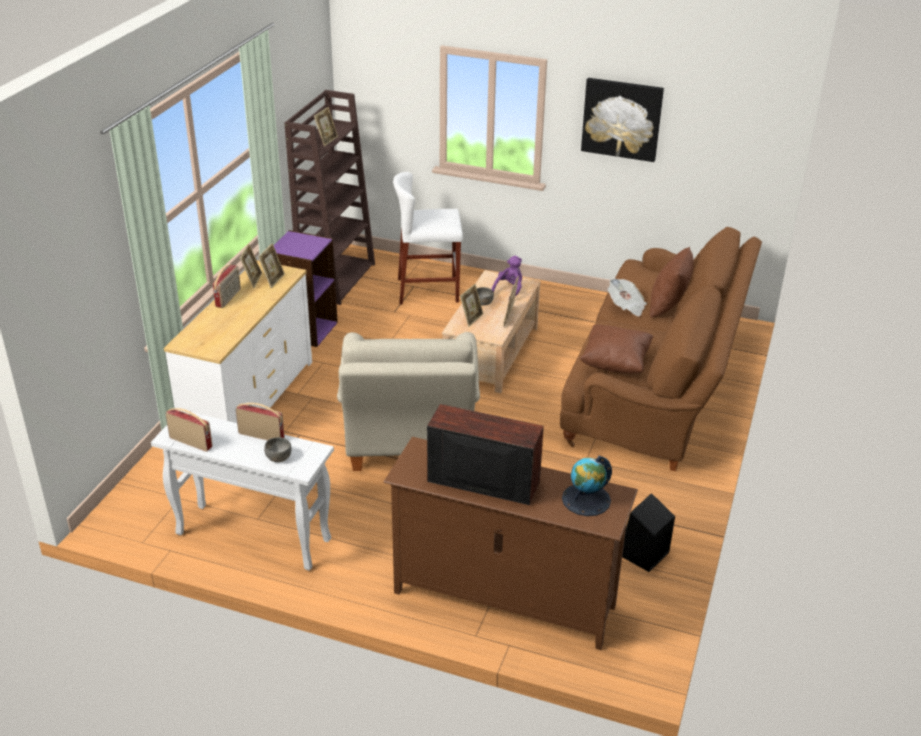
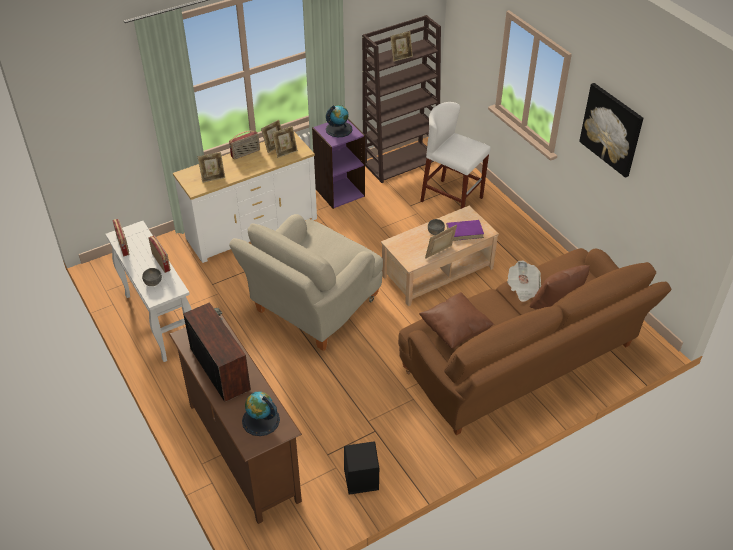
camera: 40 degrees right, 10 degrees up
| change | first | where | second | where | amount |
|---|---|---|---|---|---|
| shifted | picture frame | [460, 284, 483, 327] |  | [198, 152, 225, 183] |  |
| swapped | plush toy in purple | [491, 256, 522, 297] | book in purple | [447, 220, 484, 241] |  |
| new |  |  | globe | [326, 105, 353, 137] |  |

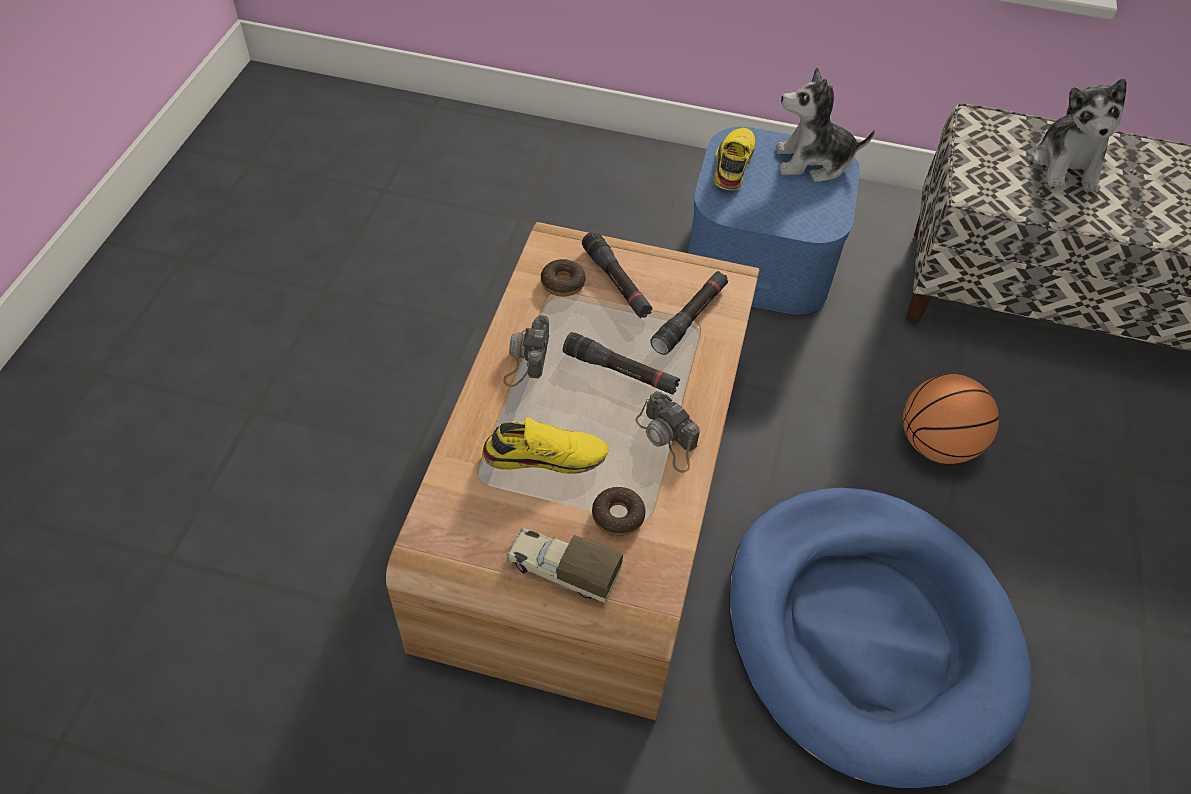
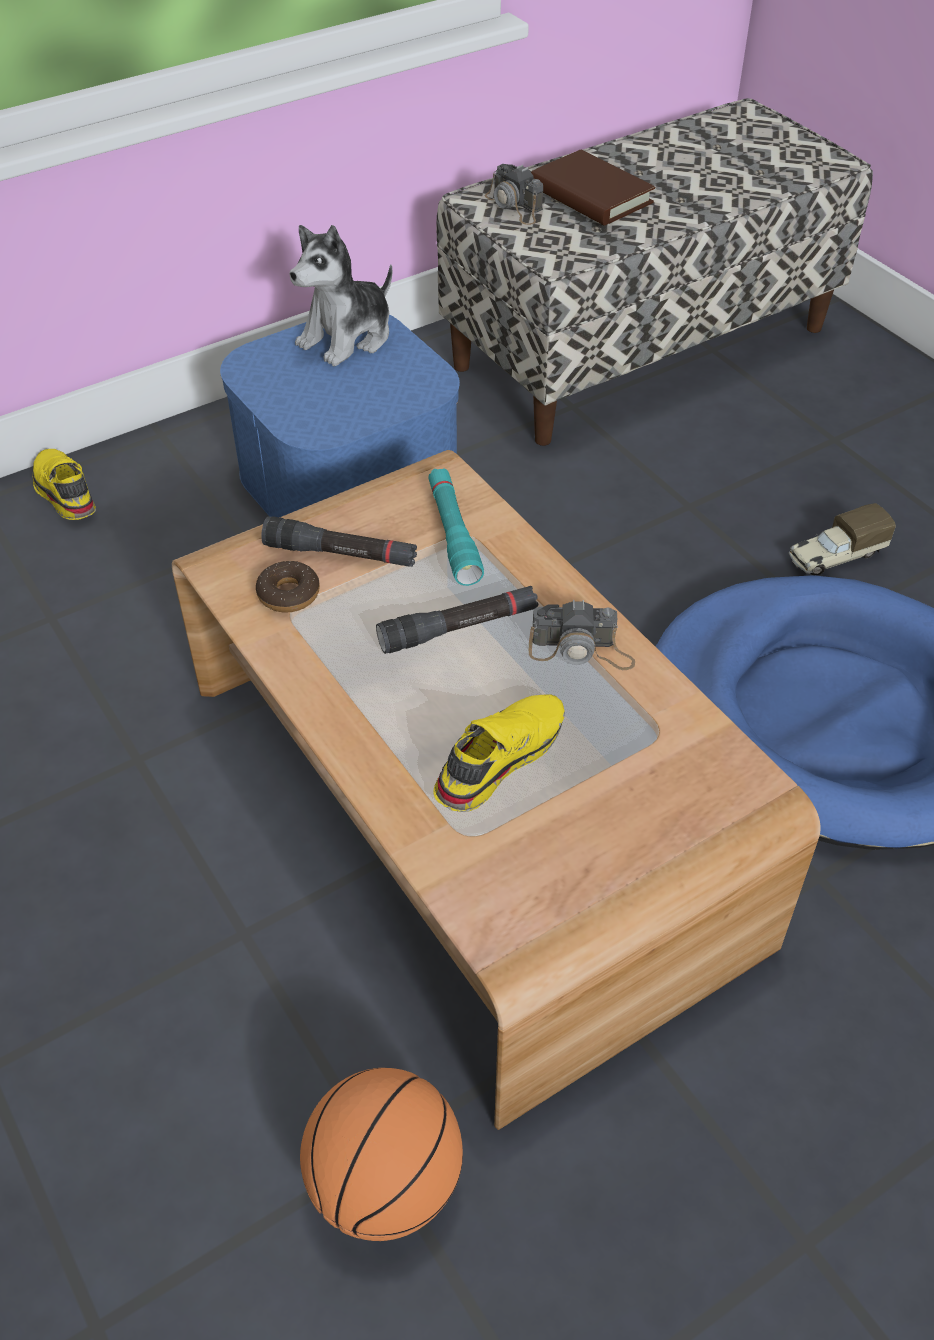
camera: 45 degrees left, 5 degrees down
| change | first | where | second | where | amount |
|---|---|---|---|---|---|
| shifted | photo camera | [503, 315, 549, 387] |  | [485, 164, 543, 225] |  |
| shifted | toy truck | [506, 528, 623, 603] |  | [789, 503, 896, 576] |  |
| gone | donut | [592, 487, 646, 536] |  |  |  |
| repainted | flashlight in black | [650, 271, 728, 355] | flashlight in turquoise | [428, 468, 484, 586] |  |
| shifted | shoe in yellow | [714, 128, 755, 191] |  | [33, 449, 96, 520] |  |
| shifted | basketball | [903, 374, 999, 464] |  | [300, 1068, 463, 1241] |  |
| swapped | plush toy | [1032, 79, 1127, 192] | book in brown | [531, 149, 655, 226] |  |

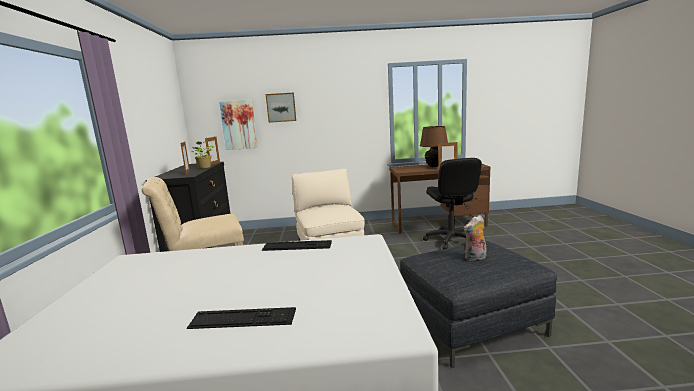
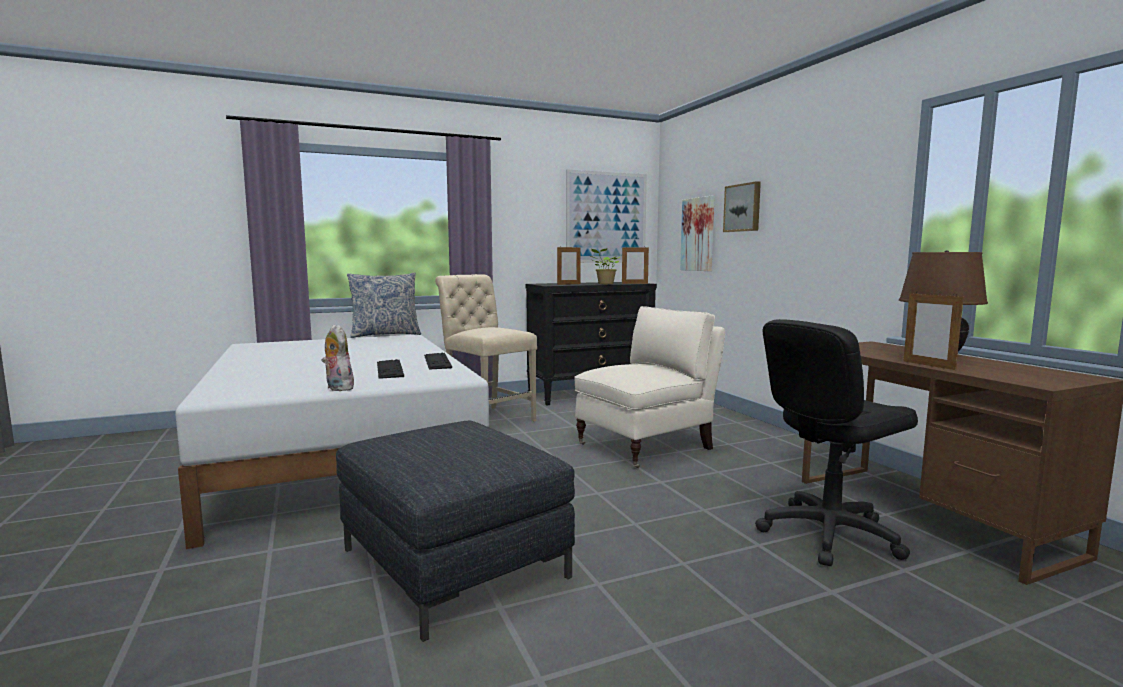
camera: 70 degrees right, 5 degrees down
| change | first | where | second | where | amount |
|---|---|---|---|---|---|
| shifted | keyboard | [187, 307, 296, 329] |  | [377, 359, 404, 379] |  |
| shifted | plush toy | [464, 215, 486, 261] |  | [321, 325, 354, 391] |  |
| new |  |  | pillow | [347, 273, 421, 338] |  |
| new |  |  | picture | [566, 169, 647, 263] |  |

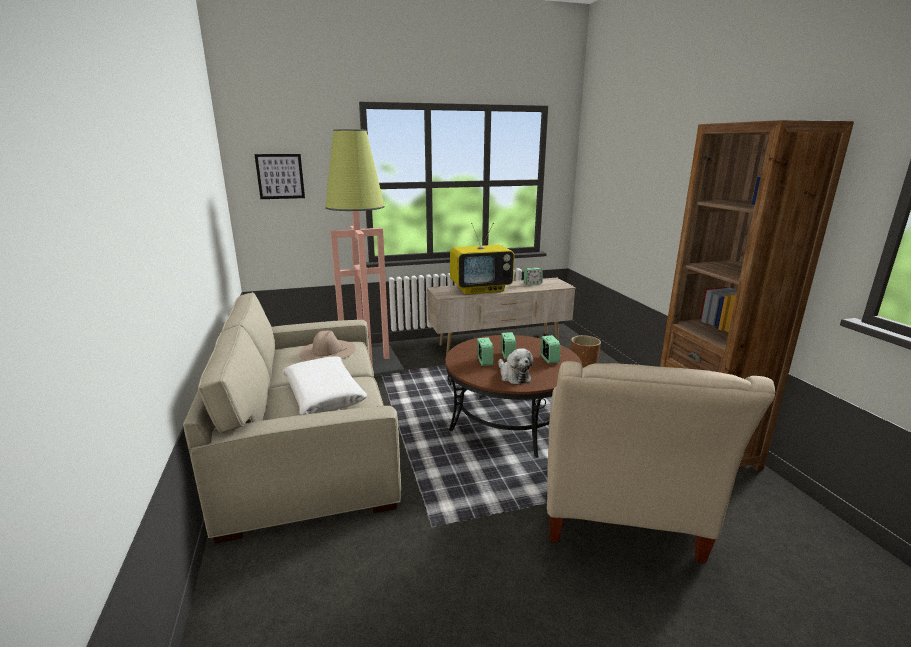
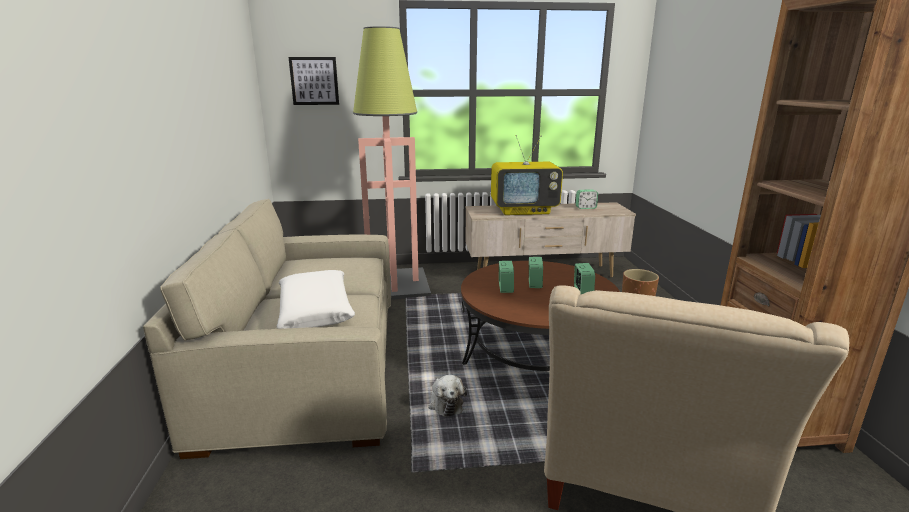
camera: 10 degrees right, 0 degrees up
| change | first | where | second | where | amount |
|---|---|---|---|---|---|
| gone | hat in beige | [299, 330, 356, 361] |  |  |  |
| shifted | plush toy | [498, 348, 534, 385] |  | [428, 375, 467, 417] |  |

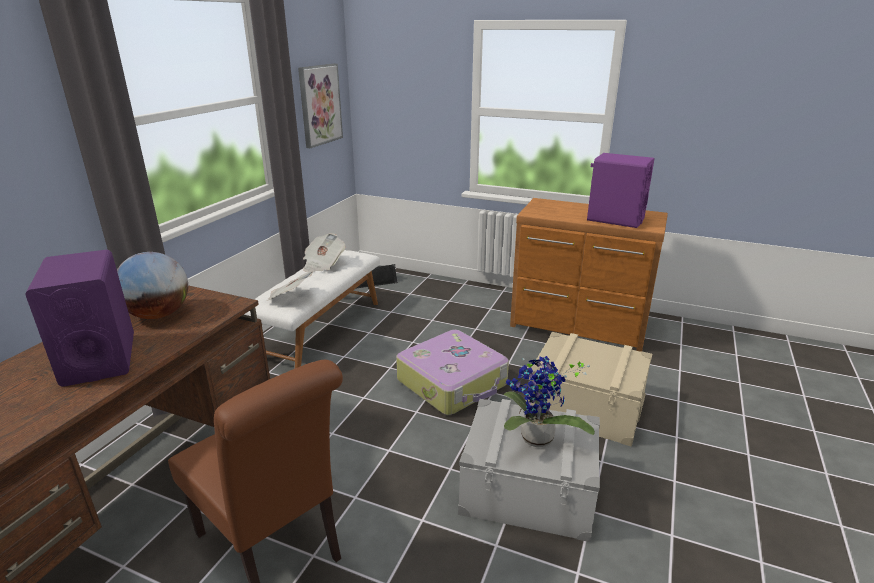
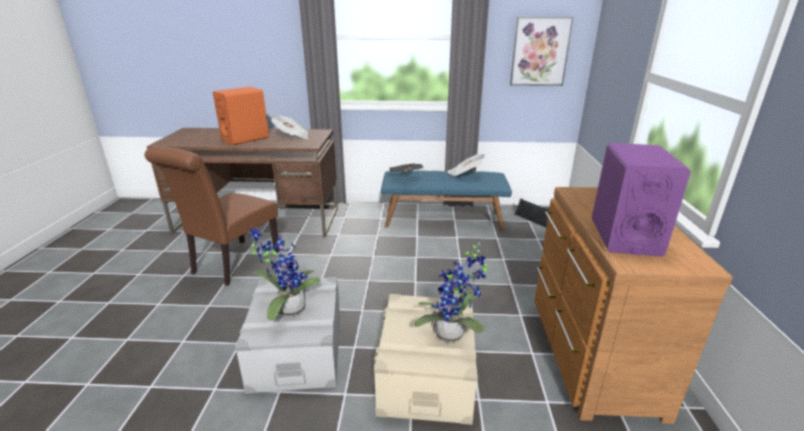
camera: 70 degrees right, 0 degrees up
| change | first | where | second | where | amount |
|---|---|---|---|---|---|
| repainted | speaker in purple | [25, 250, 134, 387] | speaker in orange | [213, 86, 269, 145] |  |
| swapped | globe | [117, 252, 188, 319] | newspaper | [270, 115, 309, 139] |  |
| repainted | bench in white | [244, 250, 380, 368] | bench in blue | [381, 171, 512, 230] |  |
| gone | suitcase | [396, 330, 509, 415] |  |  |  |
| new |  |  | potted plant | [414, 242, 487, 343] |  |

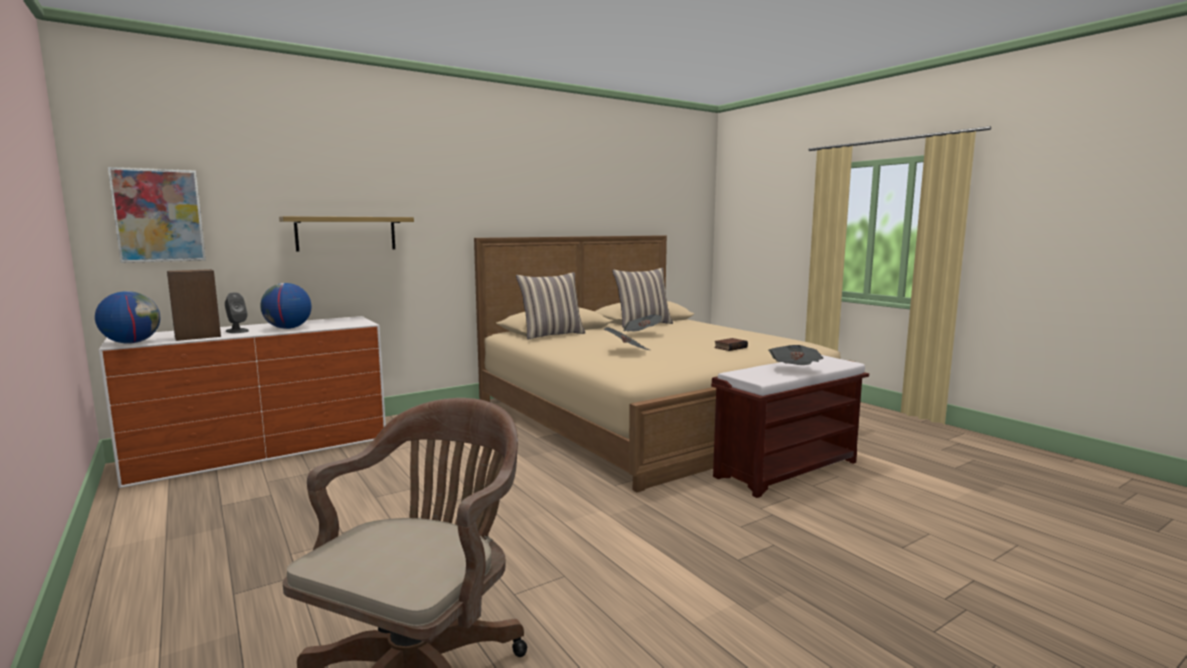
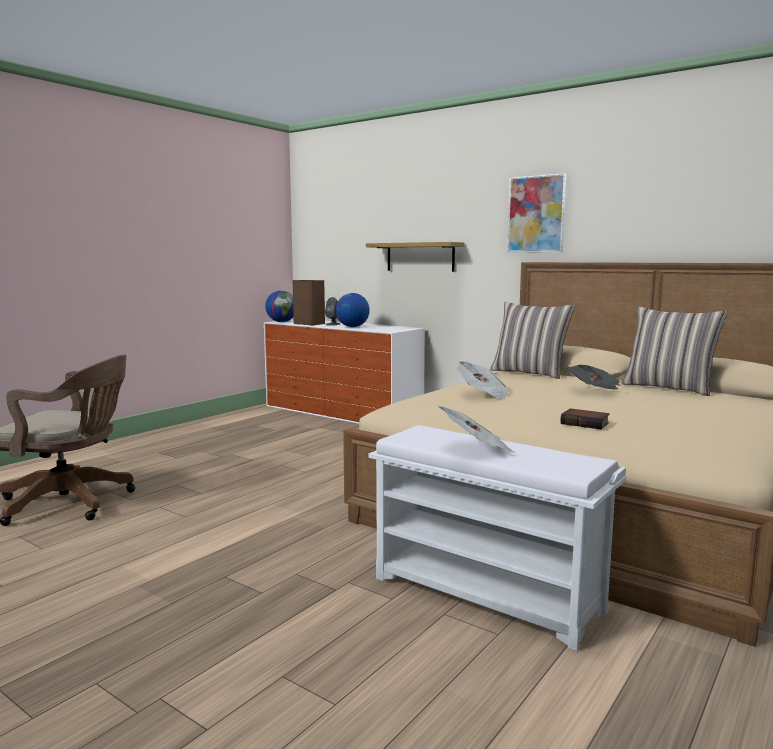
camera: 70 degrees right, 0 degrees up
| change | first | where | second | where | amount |
|---|---|---|---|---|---|
| shifted | picture | [108, 167, 206, 263] |  | [507, 173, 566, 253] |  |
| repainted | bench in brown | [711, 355, 869, 498] | bench in white | [369, 425, 626, 651] |  |

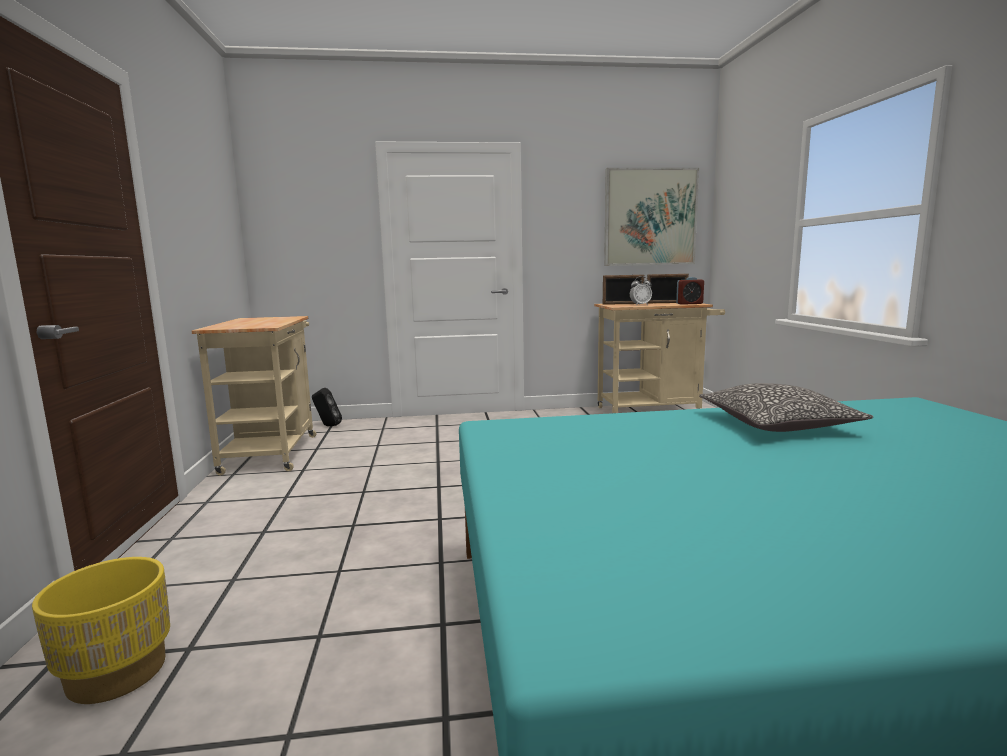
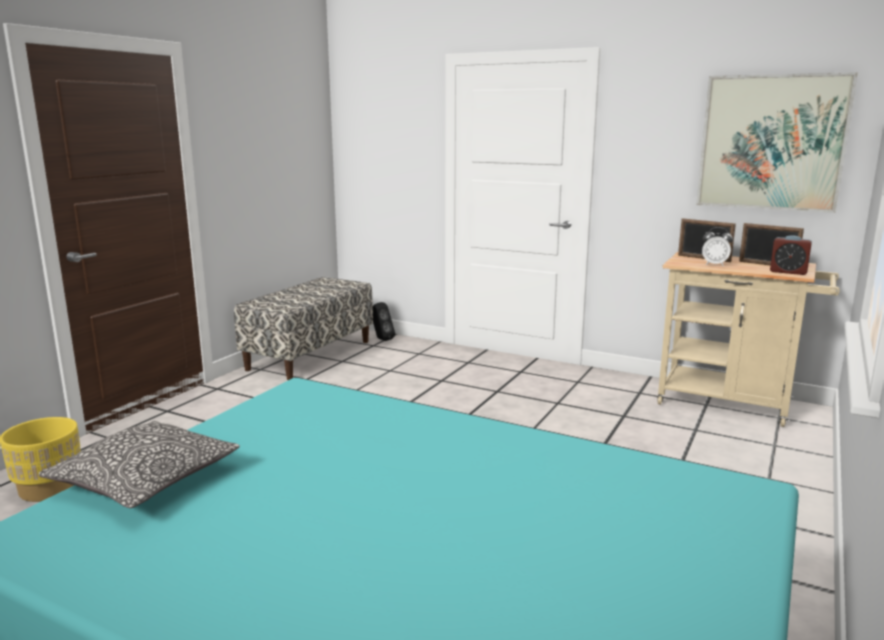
camera: 35 degrees right, 5 degrees up
| change | first | where | second | where | amount |
|---|---|---|---|---|---|
| swapped | cart in beige | [192, 316, 316, 476] | bench | [234, 277, 373, 380] |  |
| shifted | pillow | [699, 383, 874, 432] |  | [39, 421, 240, 508] |  |

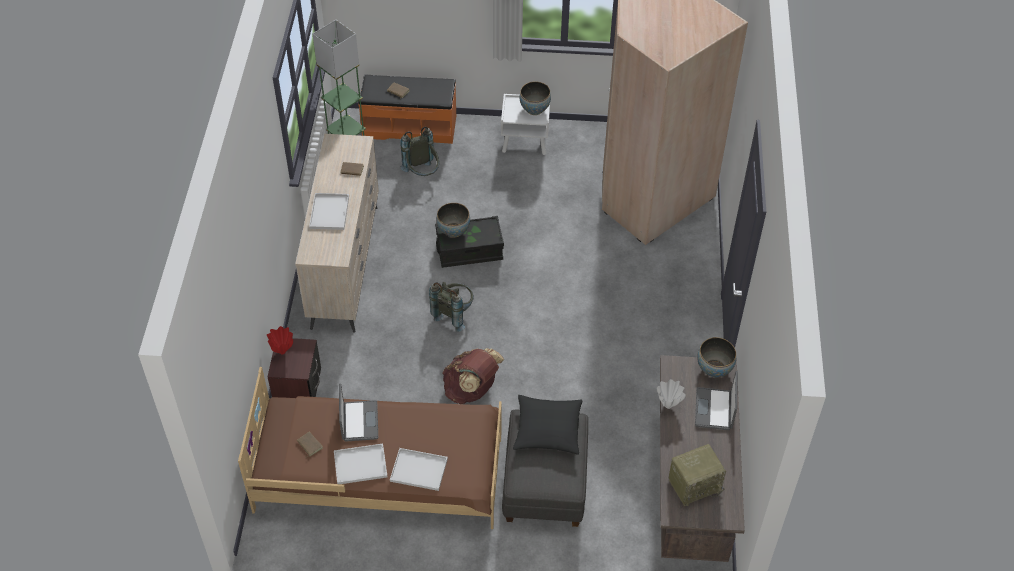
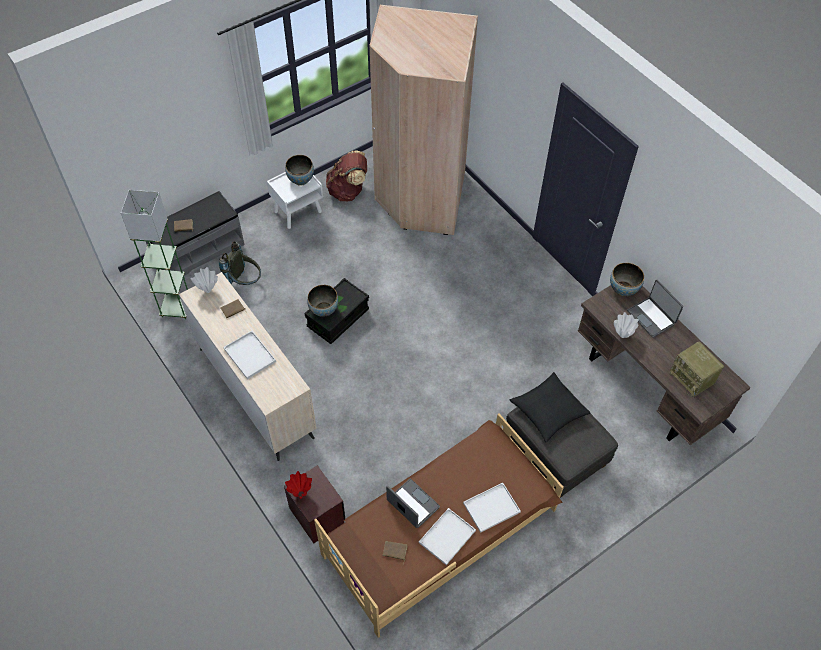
camera: 40 degrees left, 5 degrees up
| change | first | where | second | where | amount |
|---|---|---|---|---|---|
| repainted | bench in orange | [358, 74, 456, 144] | bench in grey | [146, 191, 245, 276] |  |
| gone | backpack in grey | [429, 282, 474, 332] |  |  |  |
| shifted | backpack in brown | [442, 348, 504, 404] |  | [326, 150, 367, 201] |  |
| rotated | radio | [669, 444, 726, 506] |  | [670, 341, 724, 398] | 120 degrees clockwise |
| new |  |  | vase in white | [191, 267, 218, 293] |  |

